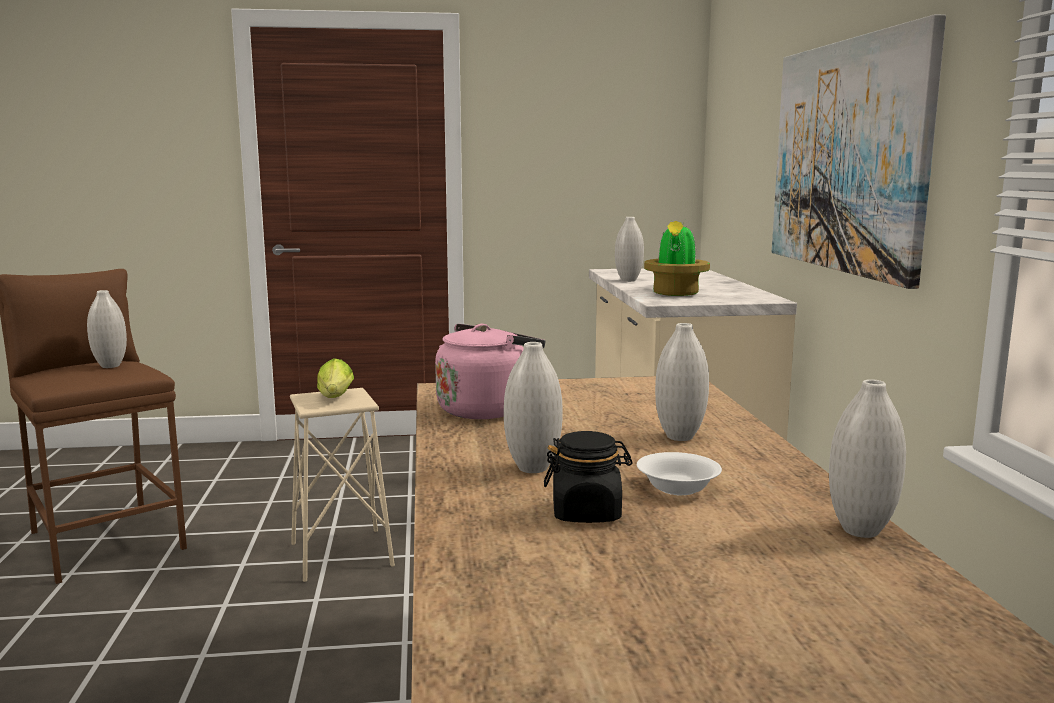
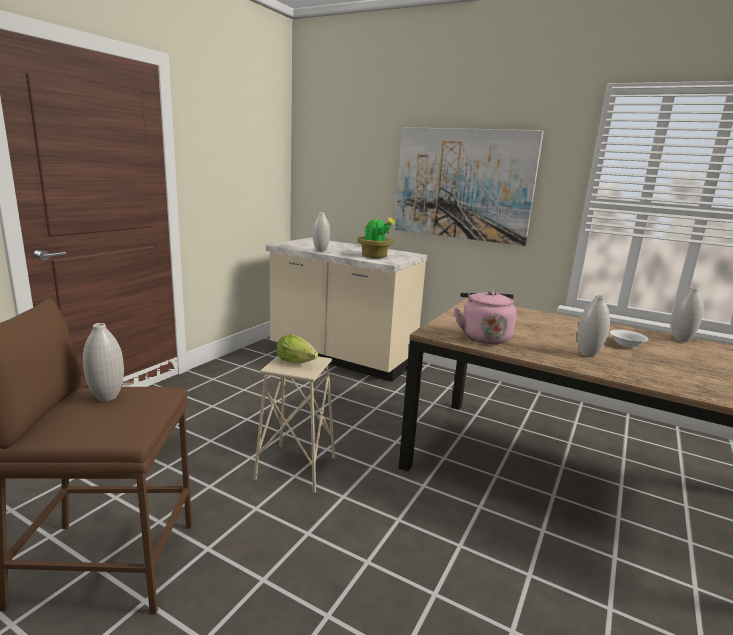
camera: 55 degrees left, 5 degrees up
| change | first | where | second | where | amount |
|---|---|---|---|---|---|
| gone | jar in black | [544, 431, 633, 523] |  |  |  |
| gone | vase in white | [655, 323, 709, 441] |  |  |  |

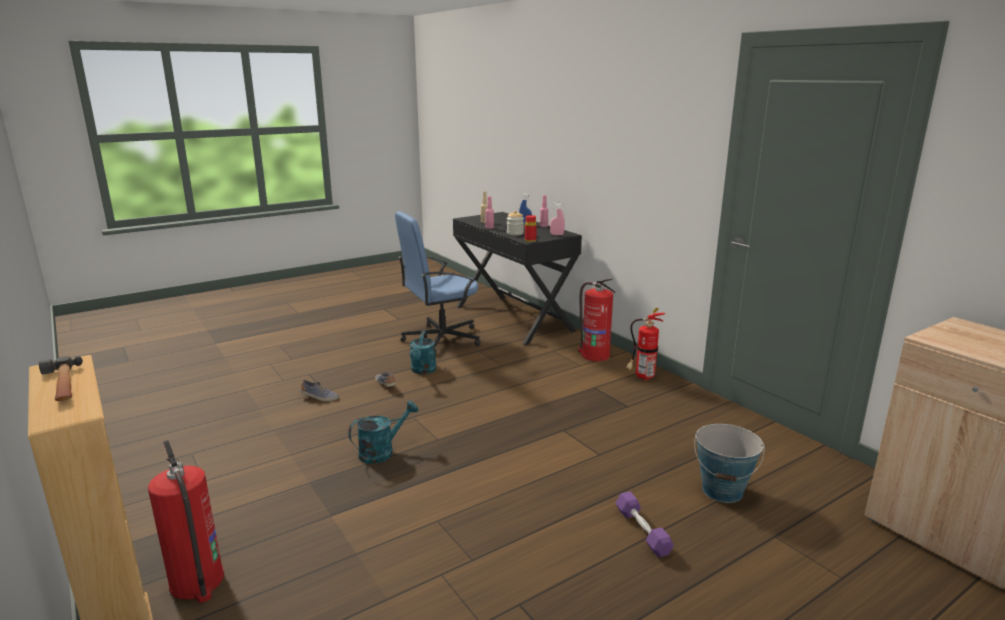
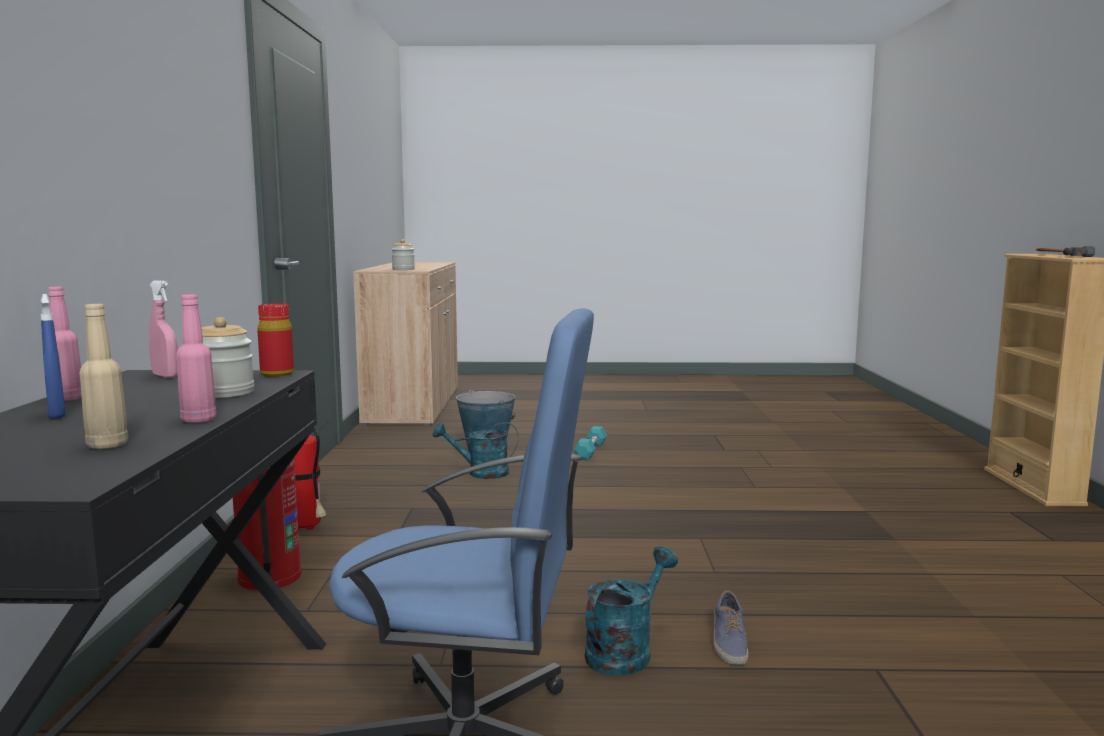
camera: 145 degrees left, 10 degrees down
| change | first | where | second | where | amount |
|---|---|---|---|---|---|
| gone | fire extinguisher | [148, 440, 224, 603] |  |  |  |
| gone | shoe | [300, 380, 339, 401] |  |  |  |
| shifted | watering can in turquoise | [348, 401, 418, 464] |  | [433, 422, 518, 479] |  |
| repainted | dumbbell in purple | [616, 492, 674, 557] | dumbbell in turquoise | [574, 426, 607, 460] |  |
| new |  |  | jar | [391, 239, 415, 270] |  |

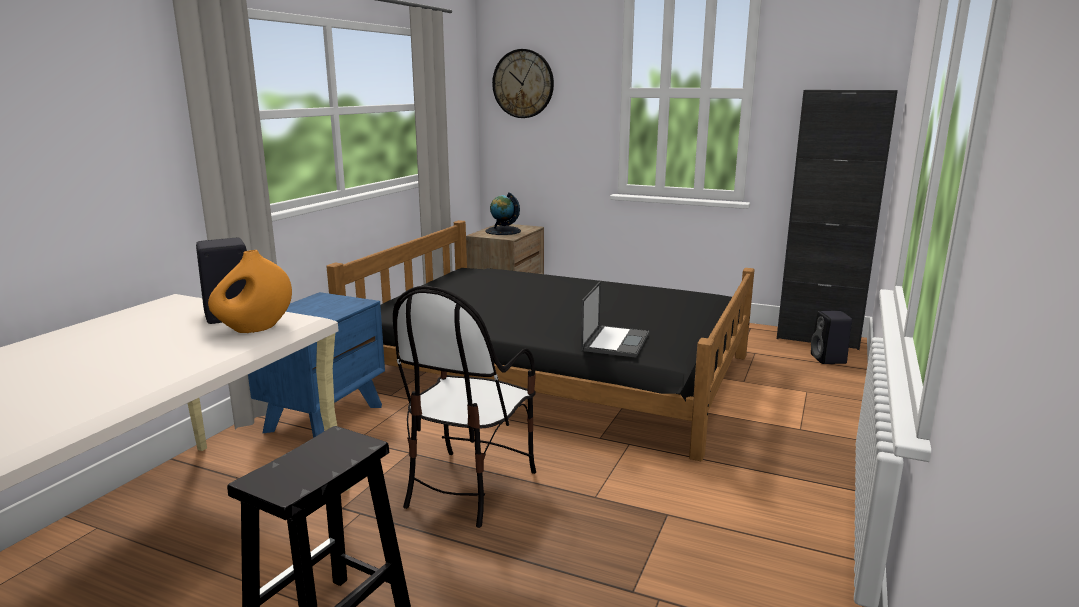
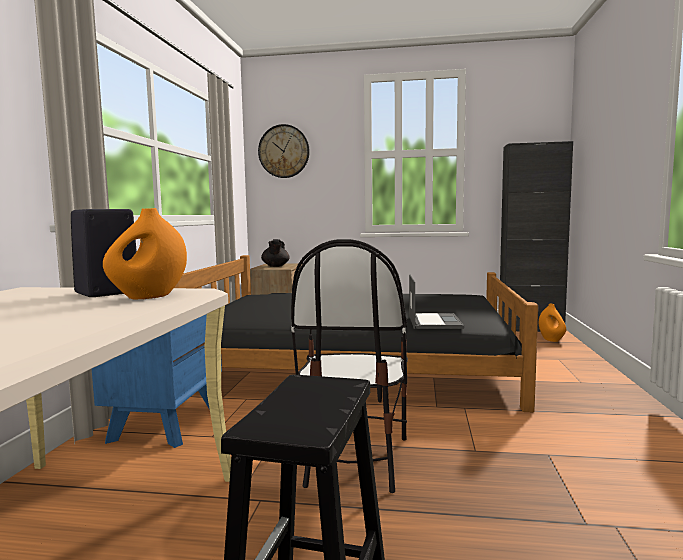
camera: 15 degrees left, 10 degrees down
| change | first | where | second | where | amount |
|---|---|---|---|---|---|
| swapped | globe | [485, 192, 521, 235] | teapot in black | [261, 239, 289, 267] |  |
| swapped | speaker in black | [811, 311, 852, 364] | vase in orange | [539, 304, 566, 342] |  |

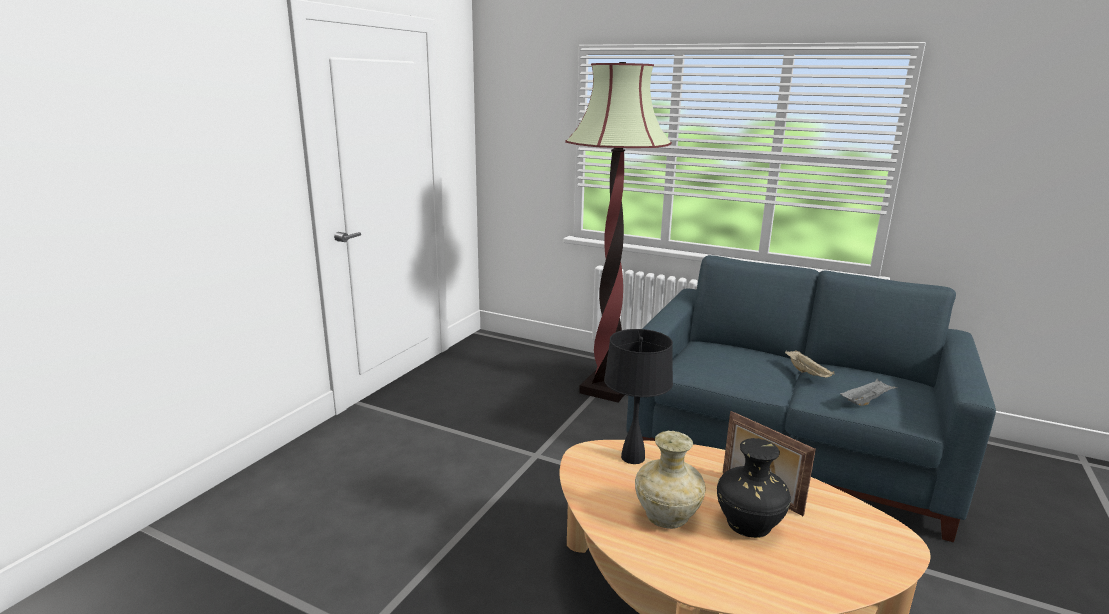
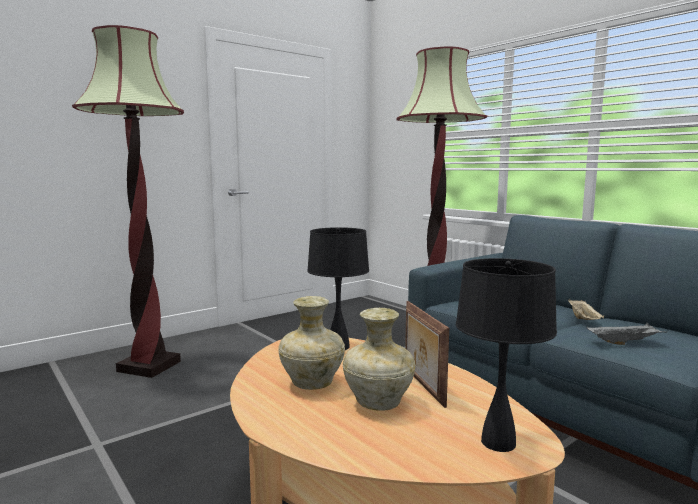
camera: 25 degrees right, 10 degrees down
| change | first | where | second | where | amount |
|---|---|---|---|---|---|
| repainted | vase in black | [717, 438, 791, 538] | vase in beige | [343, 308, 415, 411] |  |
| new |  |  | floor lamp | [72, 25, 184, 378] |  |
| new |  |  | table lamp in black | [456, 258, 557, 452] |  |

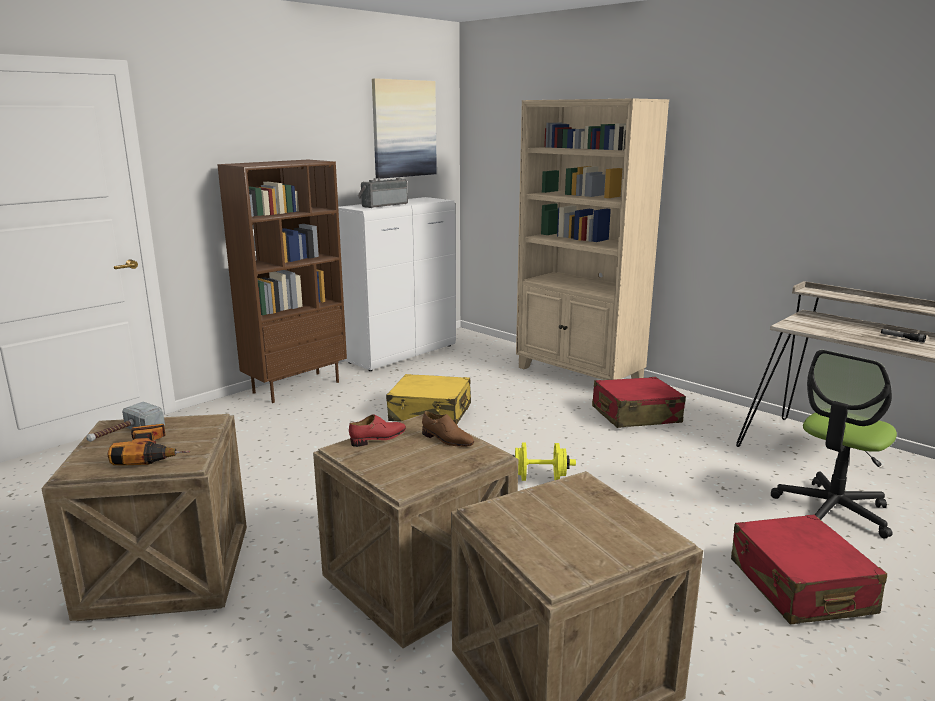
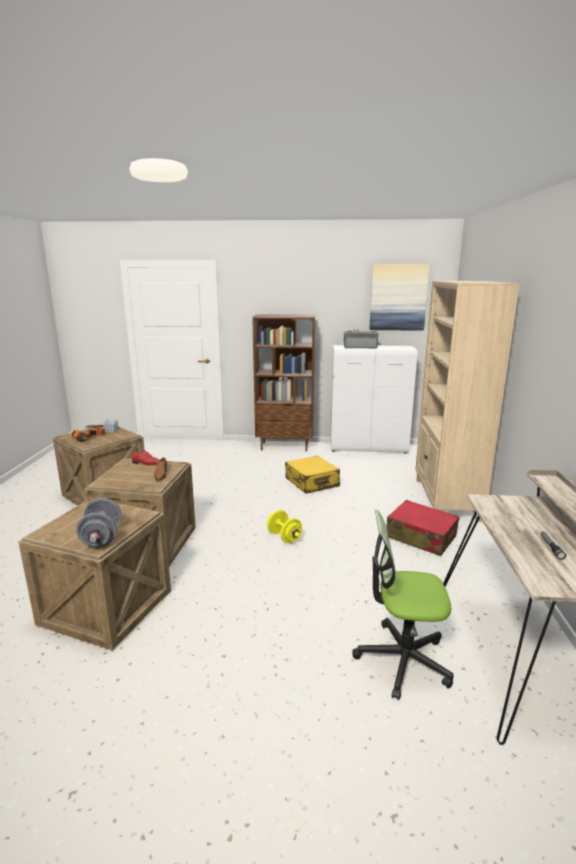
camera: 50 degrees right, 0 degrees up
| change | first | where | second | where | amount |
|---|---|---|---|---|---|
| gone | suitcase in red | [731, 515, 887, 624] |  |  |  |
| new |  |  | dumbbell in grey | [76, 498, 121, 548] |  |

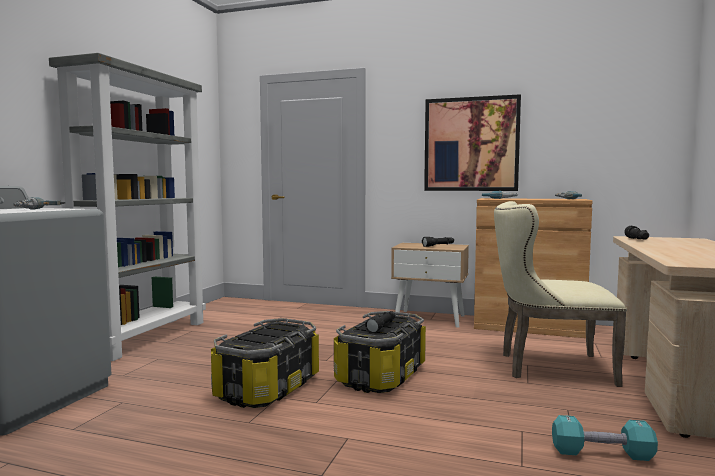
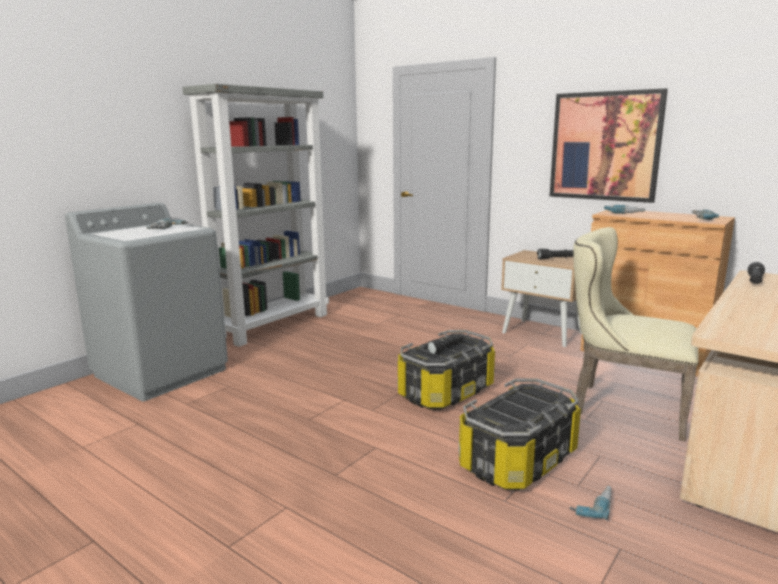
camera: 20 degrees right, 10 degrees up
| change | first | where | second | where | amount |
|---|---|---|---|---|---|
| shifted | storage box | [211, 318, 319, 408] |  | [458, 378, 581, 490] |  |
| swapped | dumbbell in turquoise | [552, 415, 658, 461] | power drill | [570, 486, 612, 520] |  |

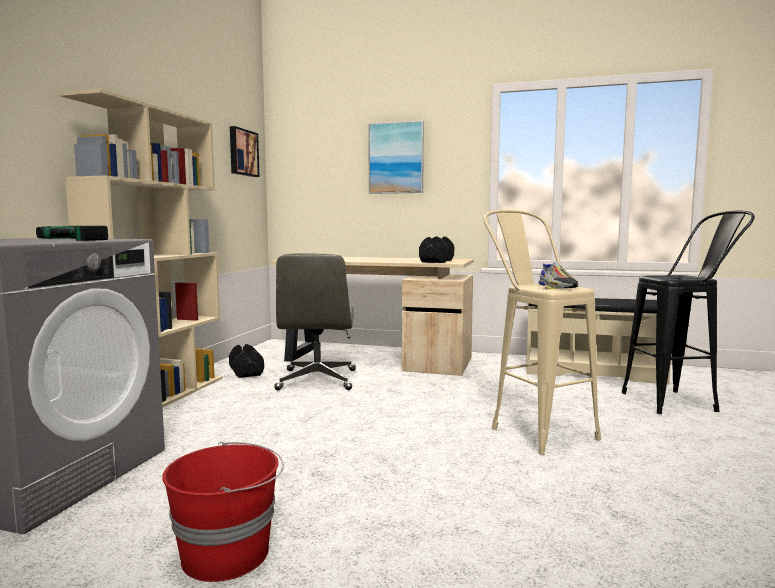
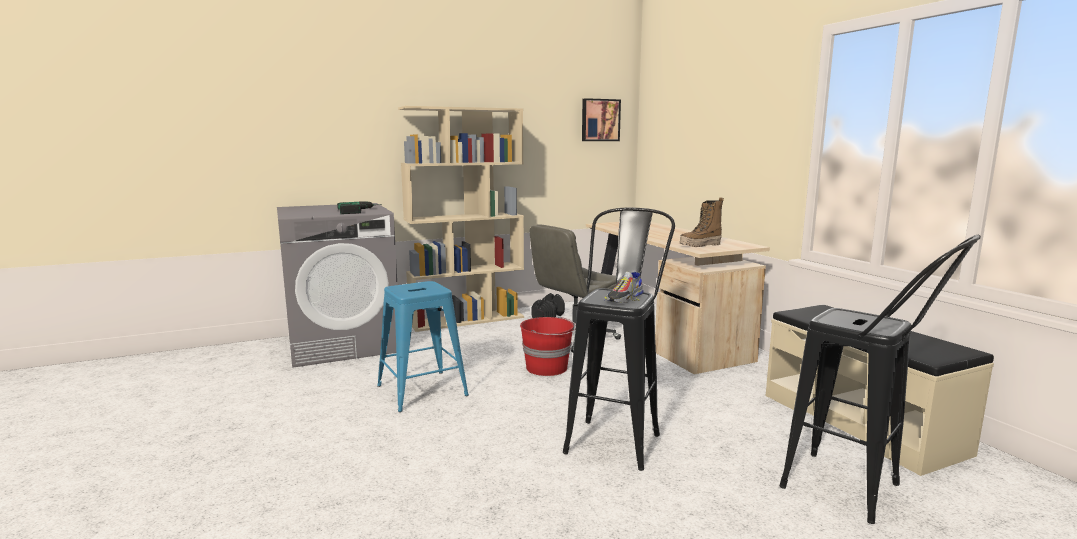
camera: 50 degrees right, 5 degrees up
| change | first | where | second | where | amount |
|---|---|---|---|---|---|
| shifted | bucket in red | [162, 442, 284, 582] |  | [520, 316, 576, 376] |  |
| gone | picture | [368, 120, 424, 194] |  |  |  |
| swapped | dumbbell in black | [419, 236, 454, 263] | boot | [680, 197, 724, 247] |  |
| repainted | stool in beige | [484, 209, 601, 455] | stool in black | [563, 208, 675, 471] |  |
| new |  |  | stool in blue | [377, 281, 469, 412] |  |

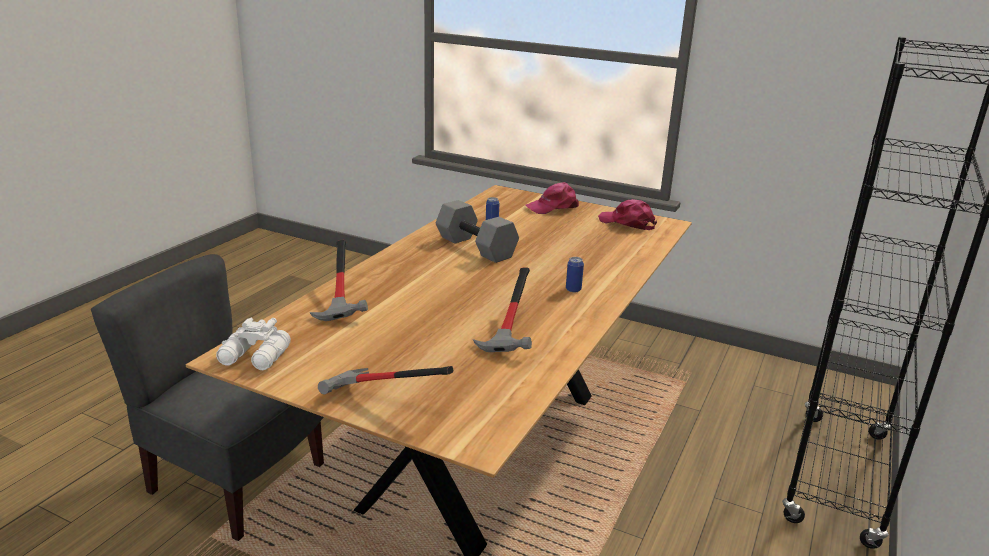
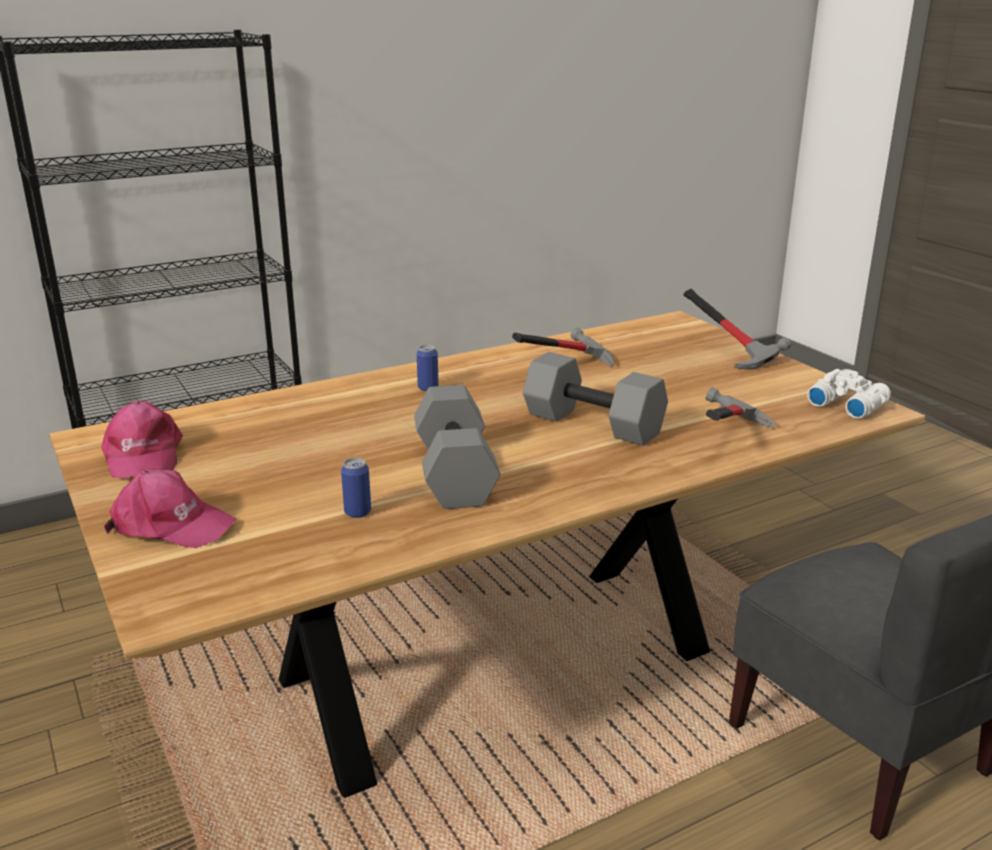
camera: 145 degrees left, 0 degrees up
| change | first | where | second | where | amount |
|---|---|---|---|---|---|
| new |  |  | dumbbell in grey | [523, 352, 668, 446] |  |

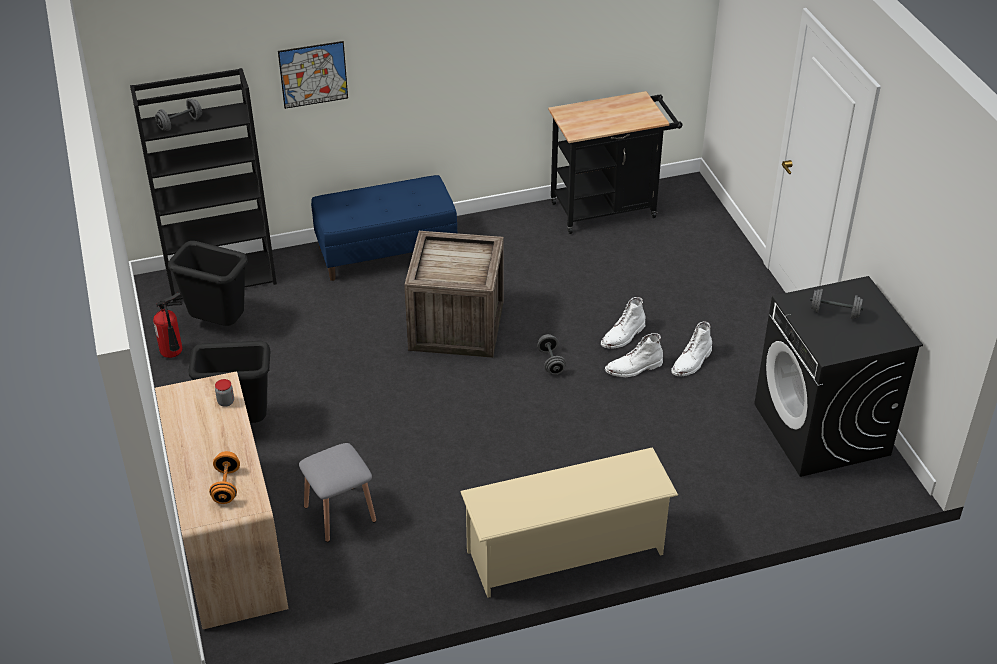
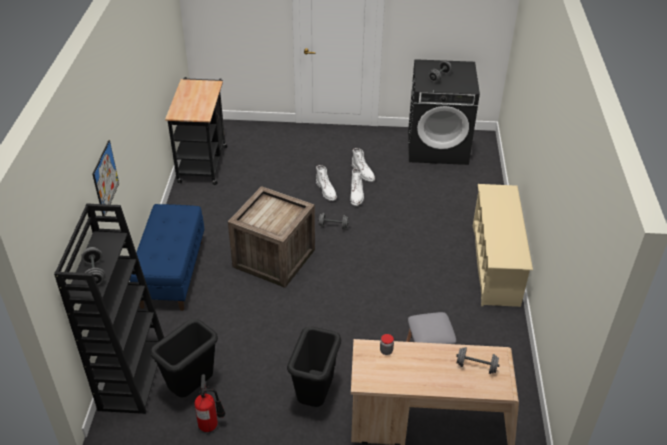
camera: 70 degrees left, 0 degrees up
| change | first | where | second | where | amount |
|---|---|---|---|---|---|
| repainted | dumbbell in orange | [209, 451, 240, 504] | dumbbell in grey | [456, 347, 500, 374] |  |

